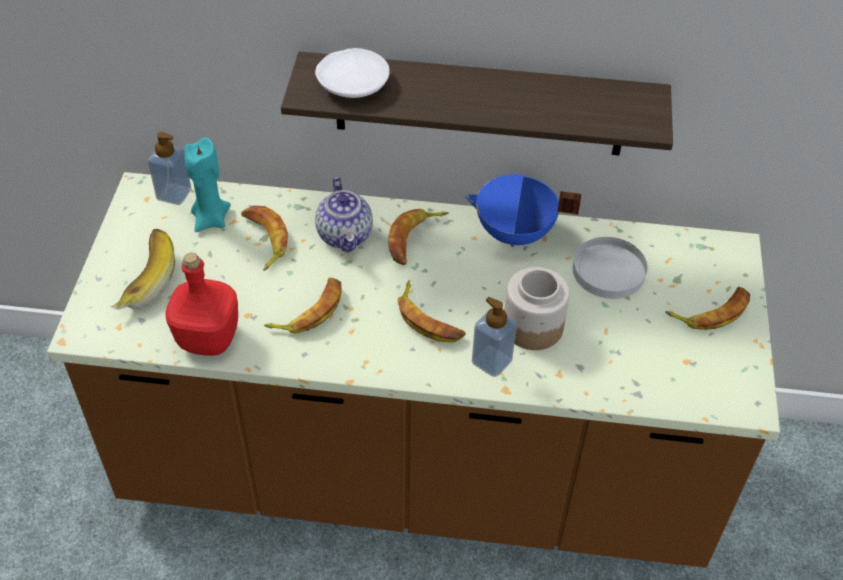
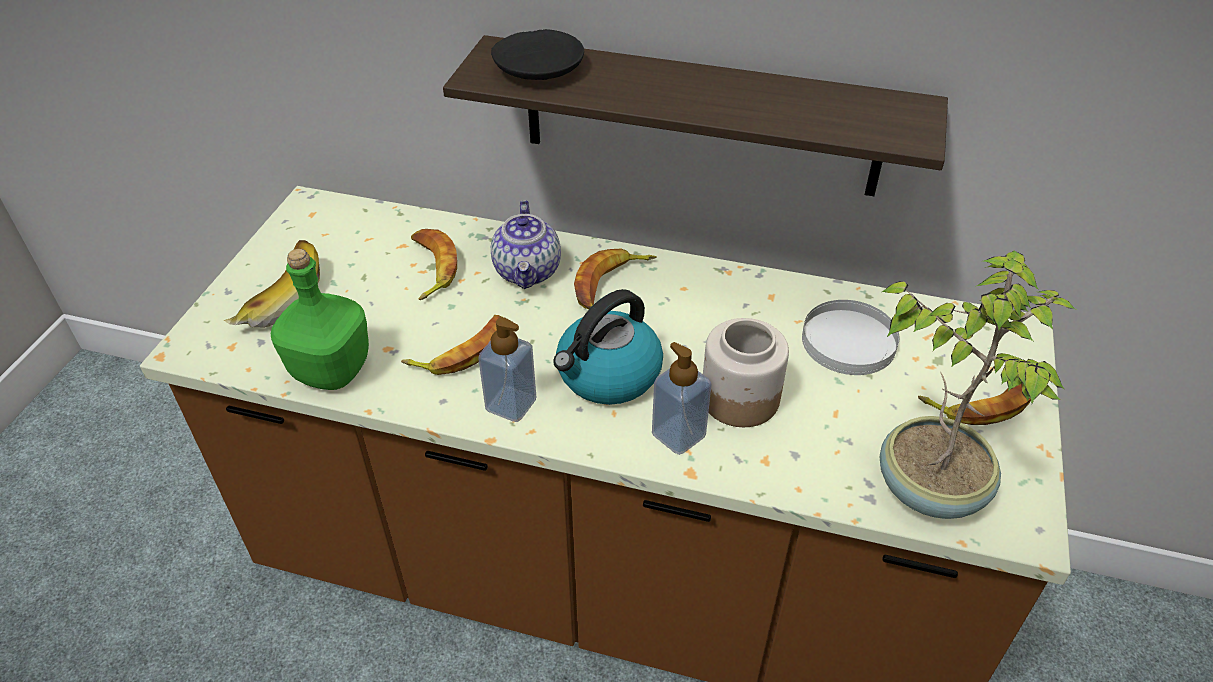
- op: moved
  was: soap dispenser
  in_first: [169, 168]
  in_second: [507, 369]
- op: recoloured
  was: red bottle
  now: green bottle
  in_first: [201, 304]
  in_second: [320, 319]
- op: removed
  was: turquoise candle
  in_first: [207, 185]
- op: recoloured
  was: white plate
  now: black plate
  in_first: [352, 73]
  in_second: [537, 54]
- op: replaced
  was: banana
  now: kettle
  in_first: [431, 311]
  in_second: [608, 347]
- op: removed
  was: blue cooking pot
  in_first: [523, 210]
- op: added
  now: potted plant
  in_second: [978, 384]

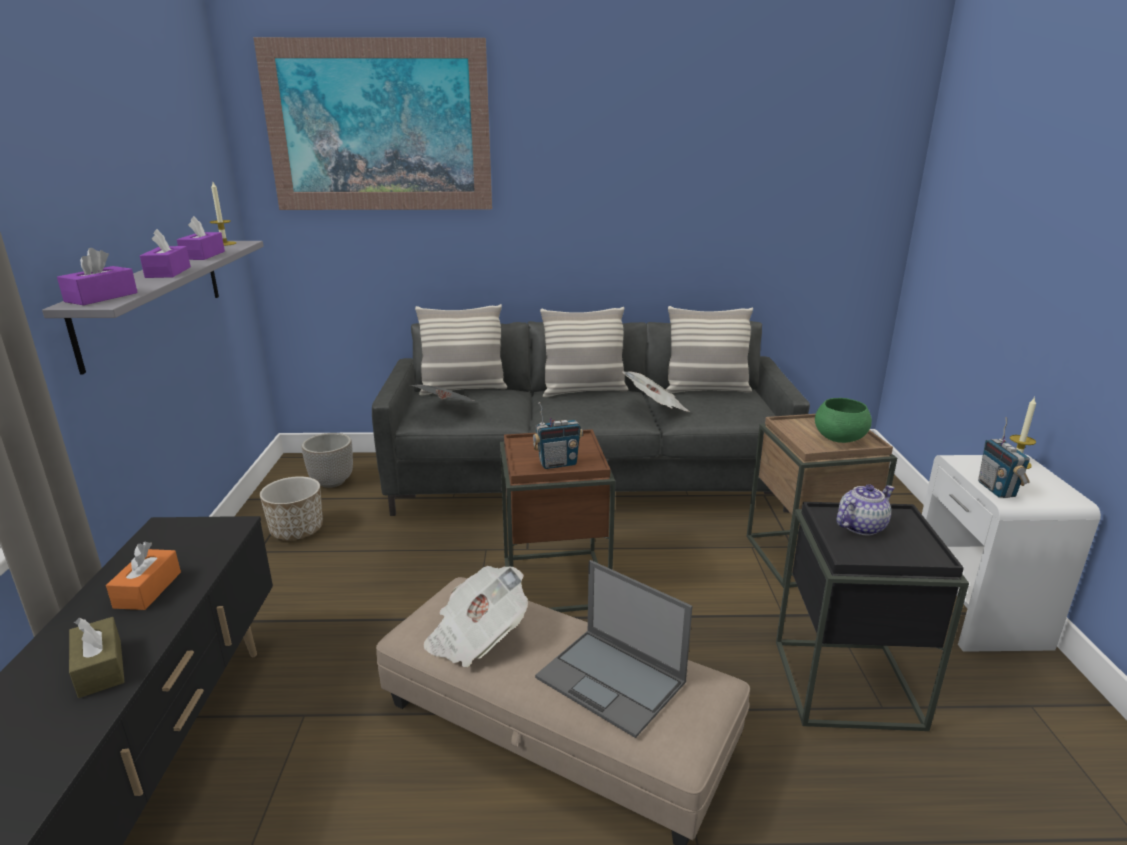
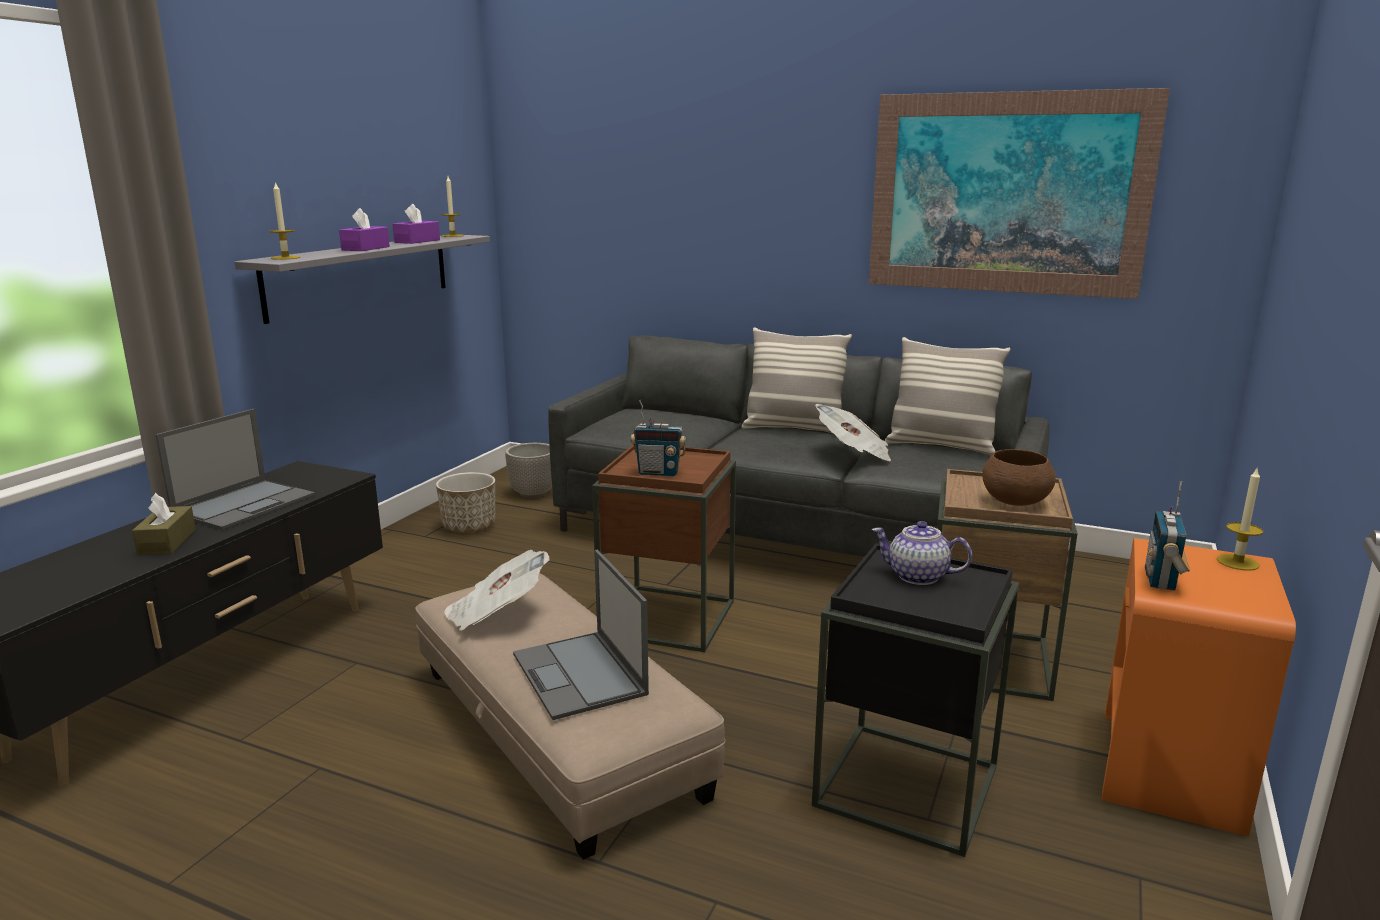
- op: replaced
  was: purple tissue box
  now: candle
  in_first: [97, 276]
  in_second: [284, 220]
- op: replaced
  was: orange tissue box
  now: laptop
  in_first: [143, 576]
  in_second: [235, 469]
- op: moved
  was: picture
  in_first: [372, 123]
  in_second: [1019, 193]
- op: removed
  was: newspaper
  in_first: [442, 393]
- op: removed
  was: pillow
  in_first: [461, 350]
- op: recoloured
  was: green bowl
  now: brown bowl
  in_first: [843, 420]
  in_second: [1019, 477]
- op: turned
  was: teapot
  in_first: [866, 510]
  in_second: [922, 553]
  clockwise: -150
- op: recoloured
  was: white nightstand
  now: orange nightstand
  in_first: [1011, 553]
  in_second: [1199, 687]

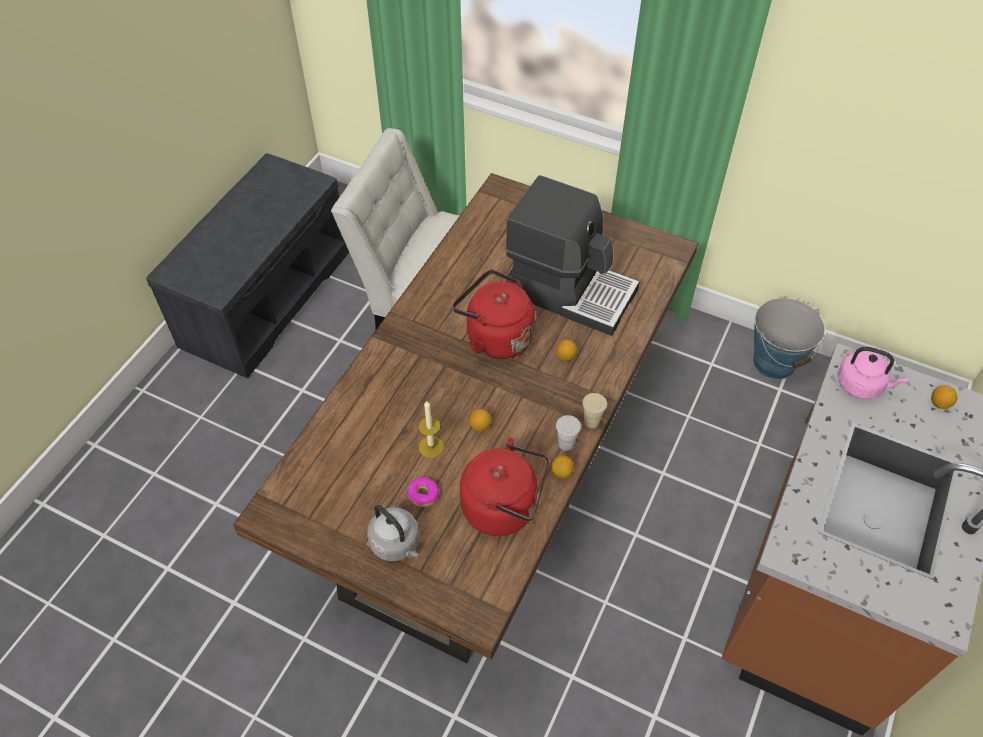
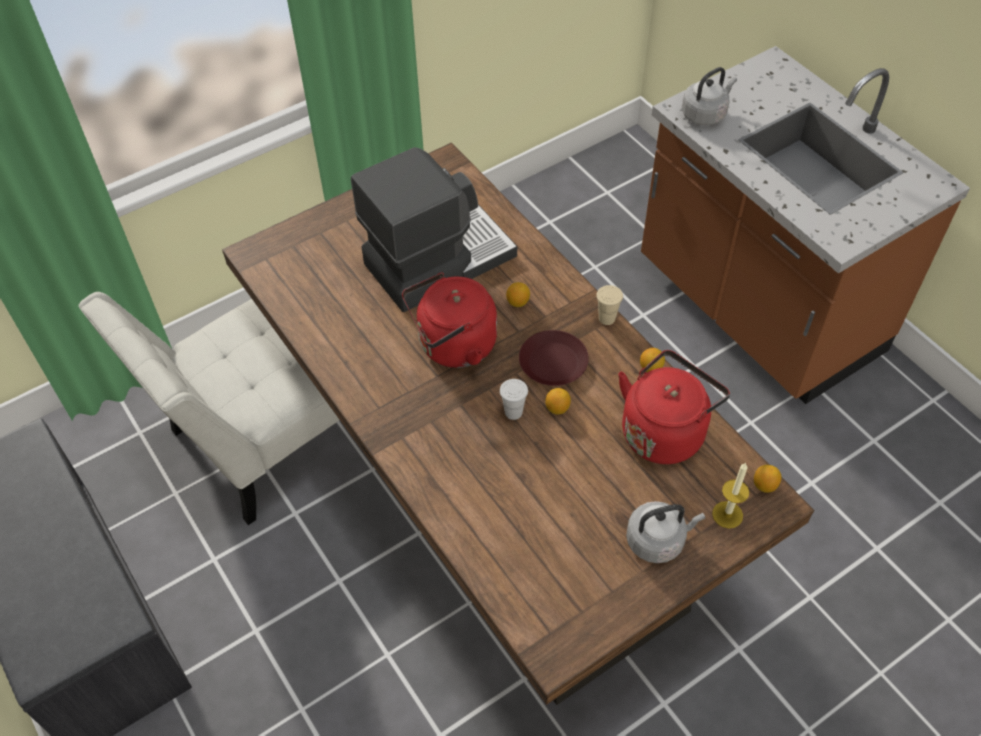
- op: removed
  was: donut
  in_first: [423, 492]
- op: moved
  was: candle
  in_first: [431, 429]
  in_second: [730, 495]
- op: moved
  was: white cup
  in_first: [568, 433]
  in_second: [514, 399]
- op: removed
  was: bucket
  in_first: [789, 339]
- op: recoloured
  was: pink kettle
  now: grey kettle
  in_first: [873, 373]
  in_second: [709, 96]
- op: moved
  was: lemon
  in_first: [944, 397]
  in_second: [767, 479]
- op: added
  now: brown plate
  in_second: [554, 358]

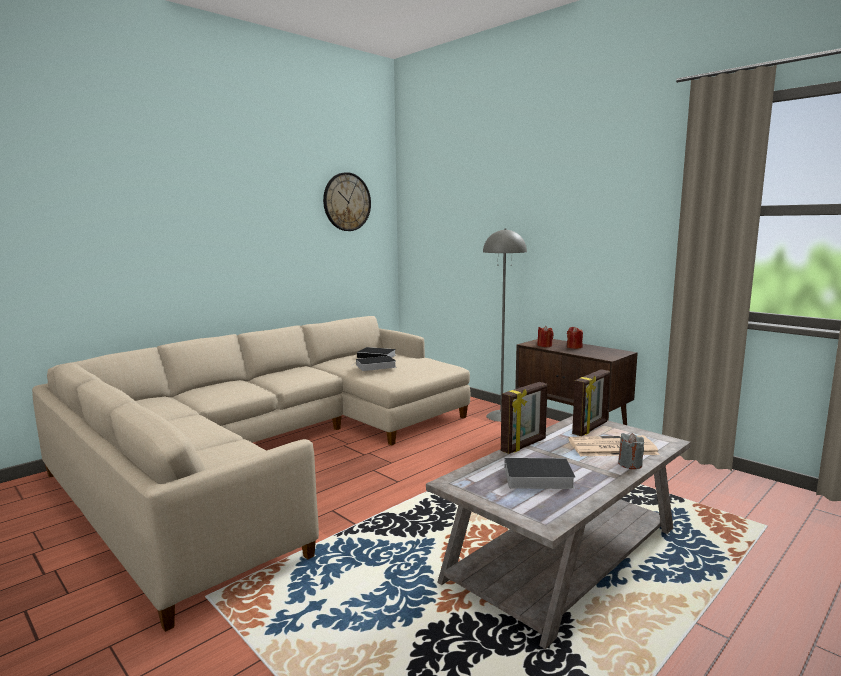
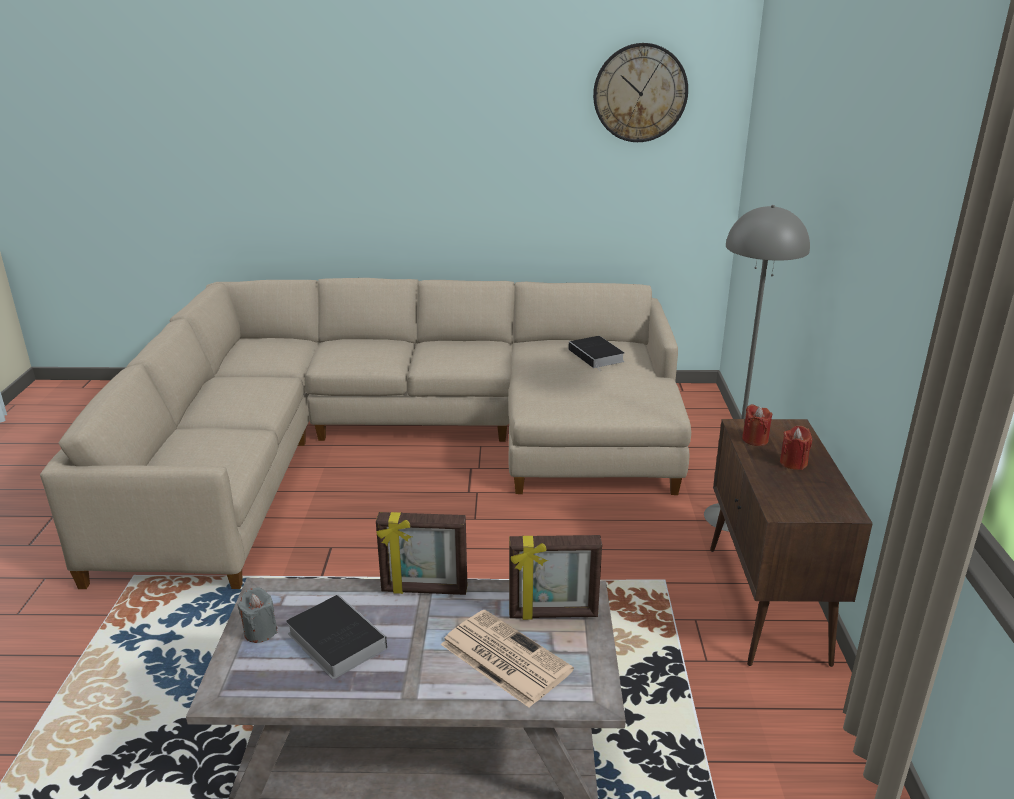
- op: removed
  was: book
  in_first: [376, 363]
- op: moved
  was: grey candle
  in_first: [631, 451]
  in_second: [258, 615]

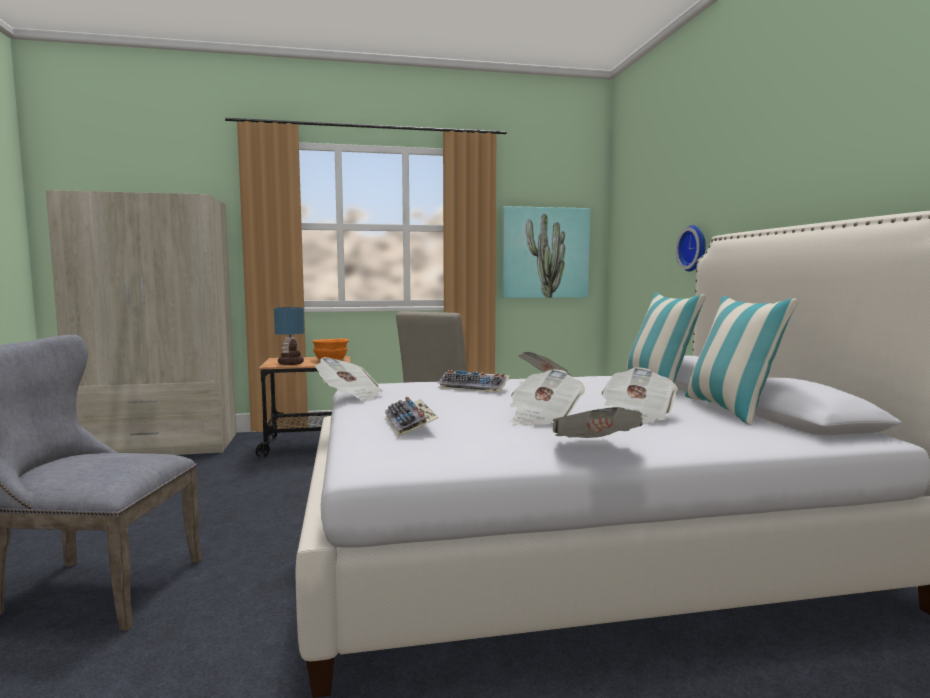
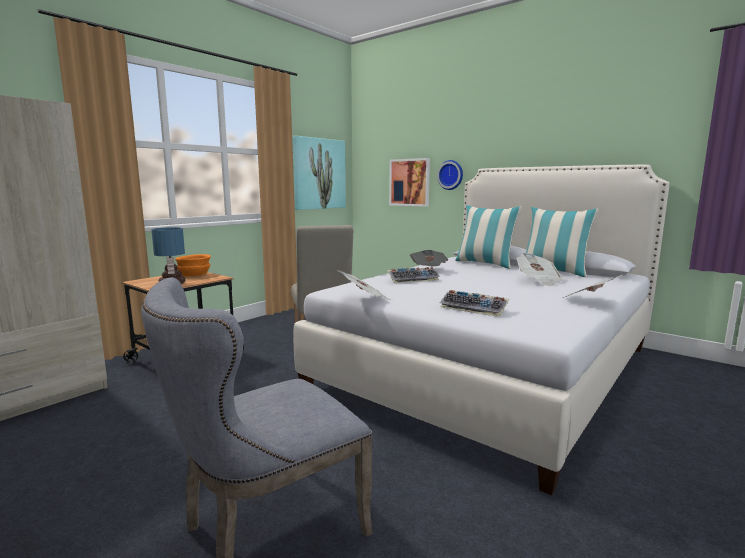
- op: removed
  was: newspaper
  in_first: [547, 397]
- op: added
  now: picture
  in_second: [409, 182]

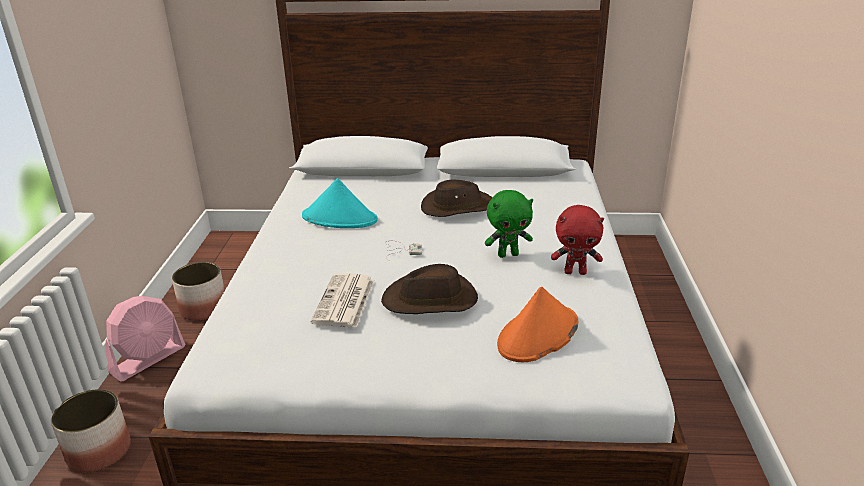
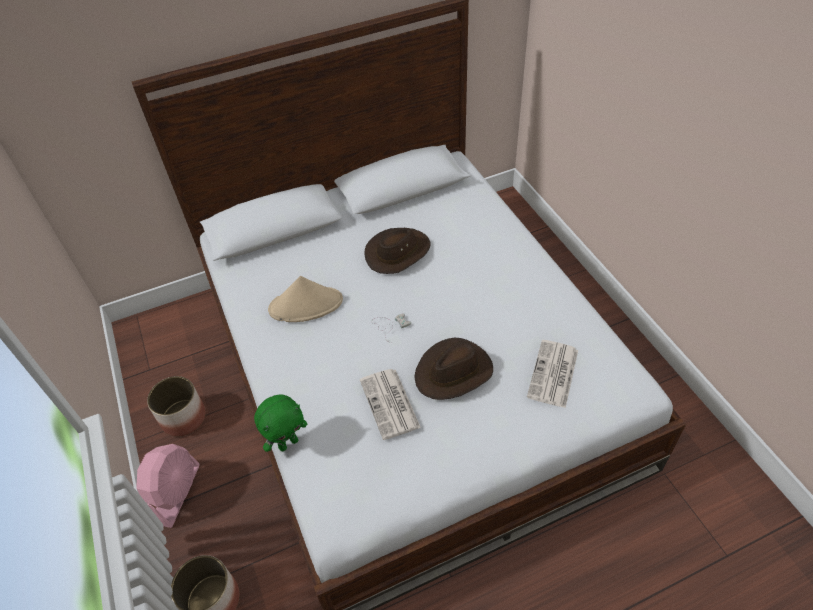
- op: recoloured
  was: turquoise hat
  now: beige hat
  in_first: [340, 203]
  in_second: [305, 299]
- op: moved
  was: green plush toy
  in_first: [509, 224]
  in_second: [280, 423]
- op: replaced
  was: orange hat
  now: newspaper
  in_first: [537, 324]
  in_second: [552, 374]
- op: removed
  was: red plush toy
  in_first: [577, 240]

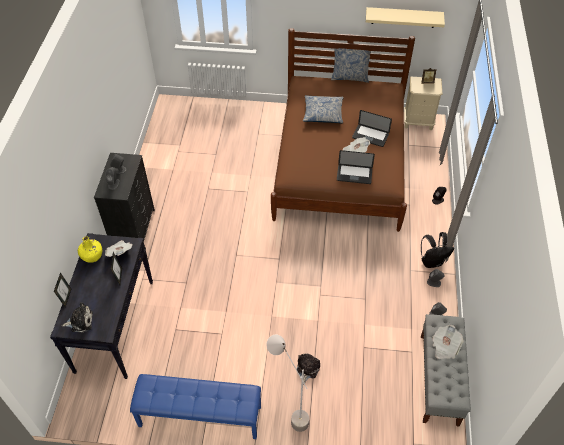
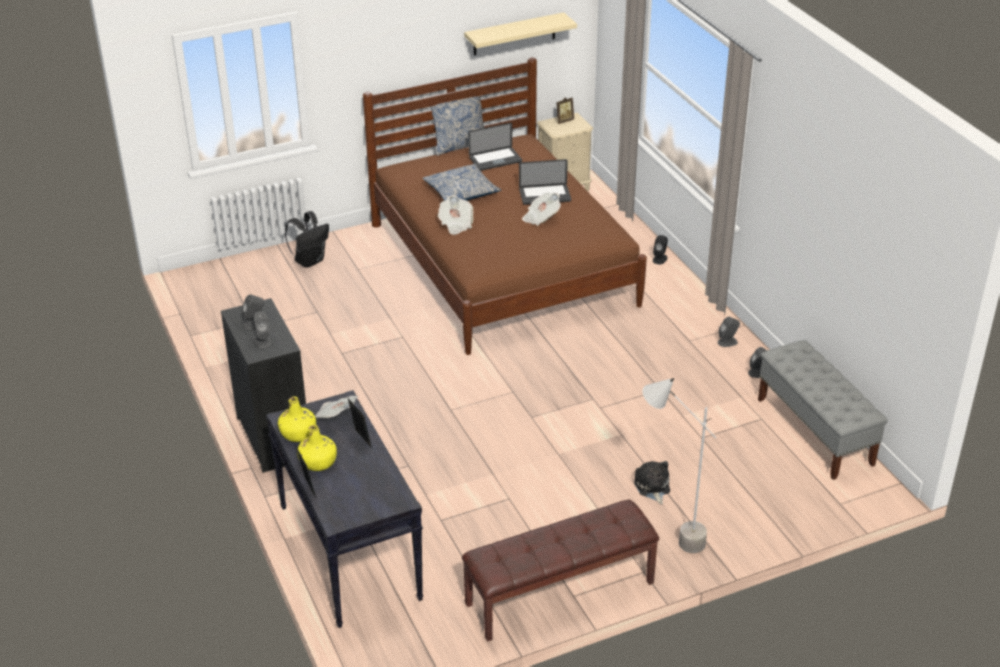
- op: removed
  was: plush toy
  in_first: [77, 317]
- op: recoloured
  was: blue bench
  now: brown bench
  in_first: [195, 406]
  in_second: [560, 571]
- op: moved
  was: laptop
  in_first: [356, 167]
  in_second: [495, 147]
- op: moved
  was: black backpack
  in_first: [437, 250]
  in_second: [307, 239]
- op: moved
  was: newspaper
  in_first: [447, 342]
  in_second: [455, 215]
- op: added
  now: yellow bottle
  in_second: [317, 448]

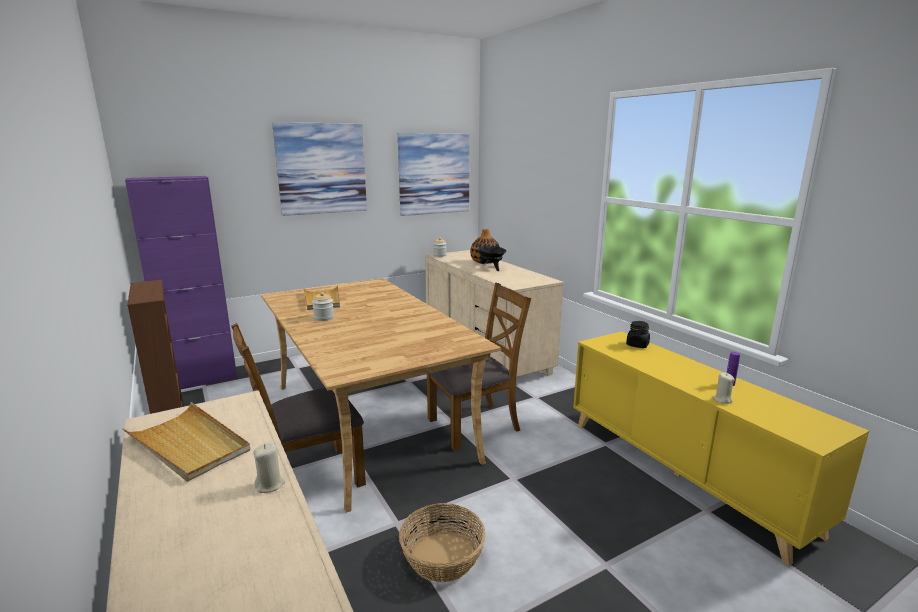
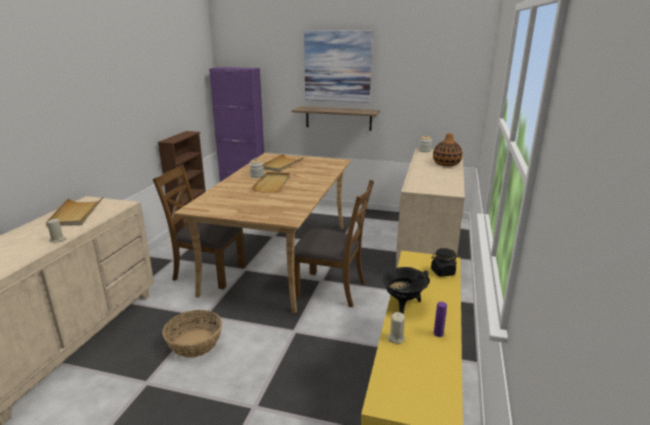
- op: removed
  was: picture
  in_first: [434, 174]
- op: moved
  was: black cooking pot
  in_first: [491, 257]
  in_second: [406, 290]
- op: added
  now: beige tray
  in_second: [271, 182]
- op: added
  now: shelf
  in_second: [335, 118]

